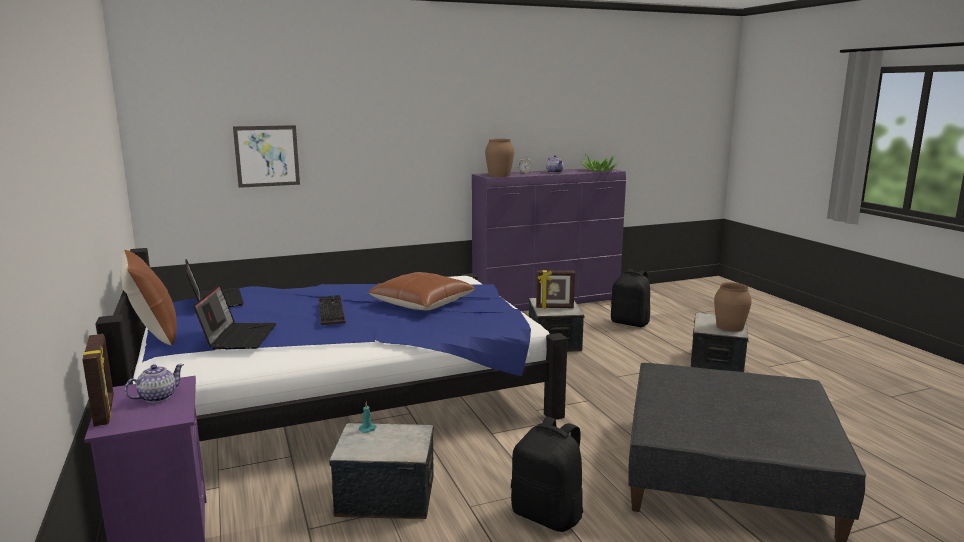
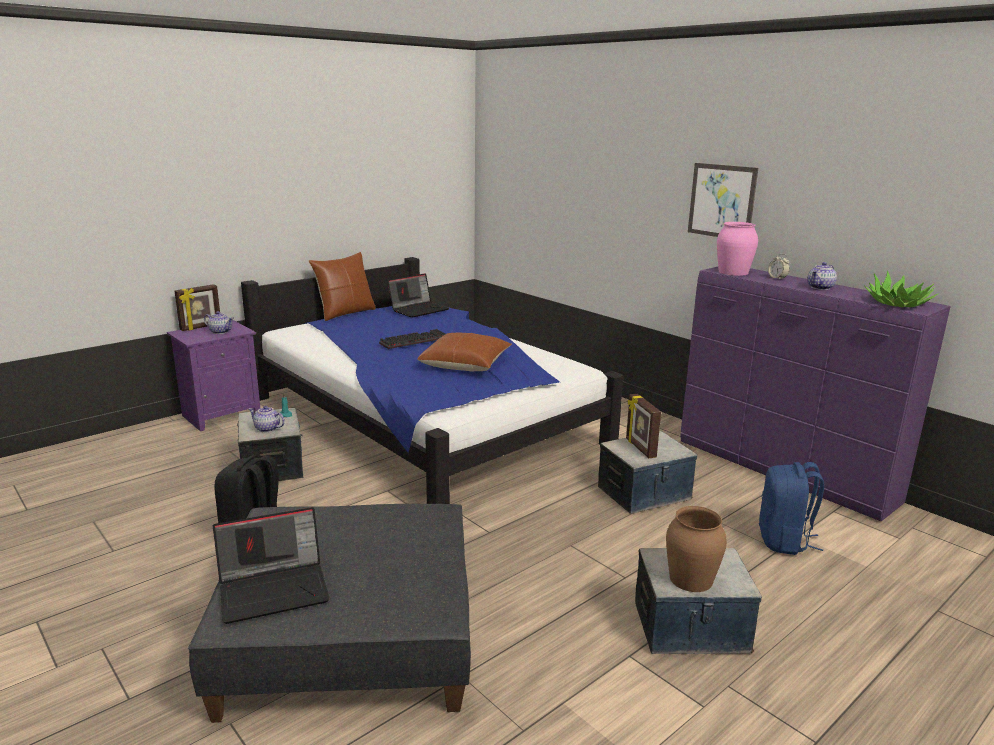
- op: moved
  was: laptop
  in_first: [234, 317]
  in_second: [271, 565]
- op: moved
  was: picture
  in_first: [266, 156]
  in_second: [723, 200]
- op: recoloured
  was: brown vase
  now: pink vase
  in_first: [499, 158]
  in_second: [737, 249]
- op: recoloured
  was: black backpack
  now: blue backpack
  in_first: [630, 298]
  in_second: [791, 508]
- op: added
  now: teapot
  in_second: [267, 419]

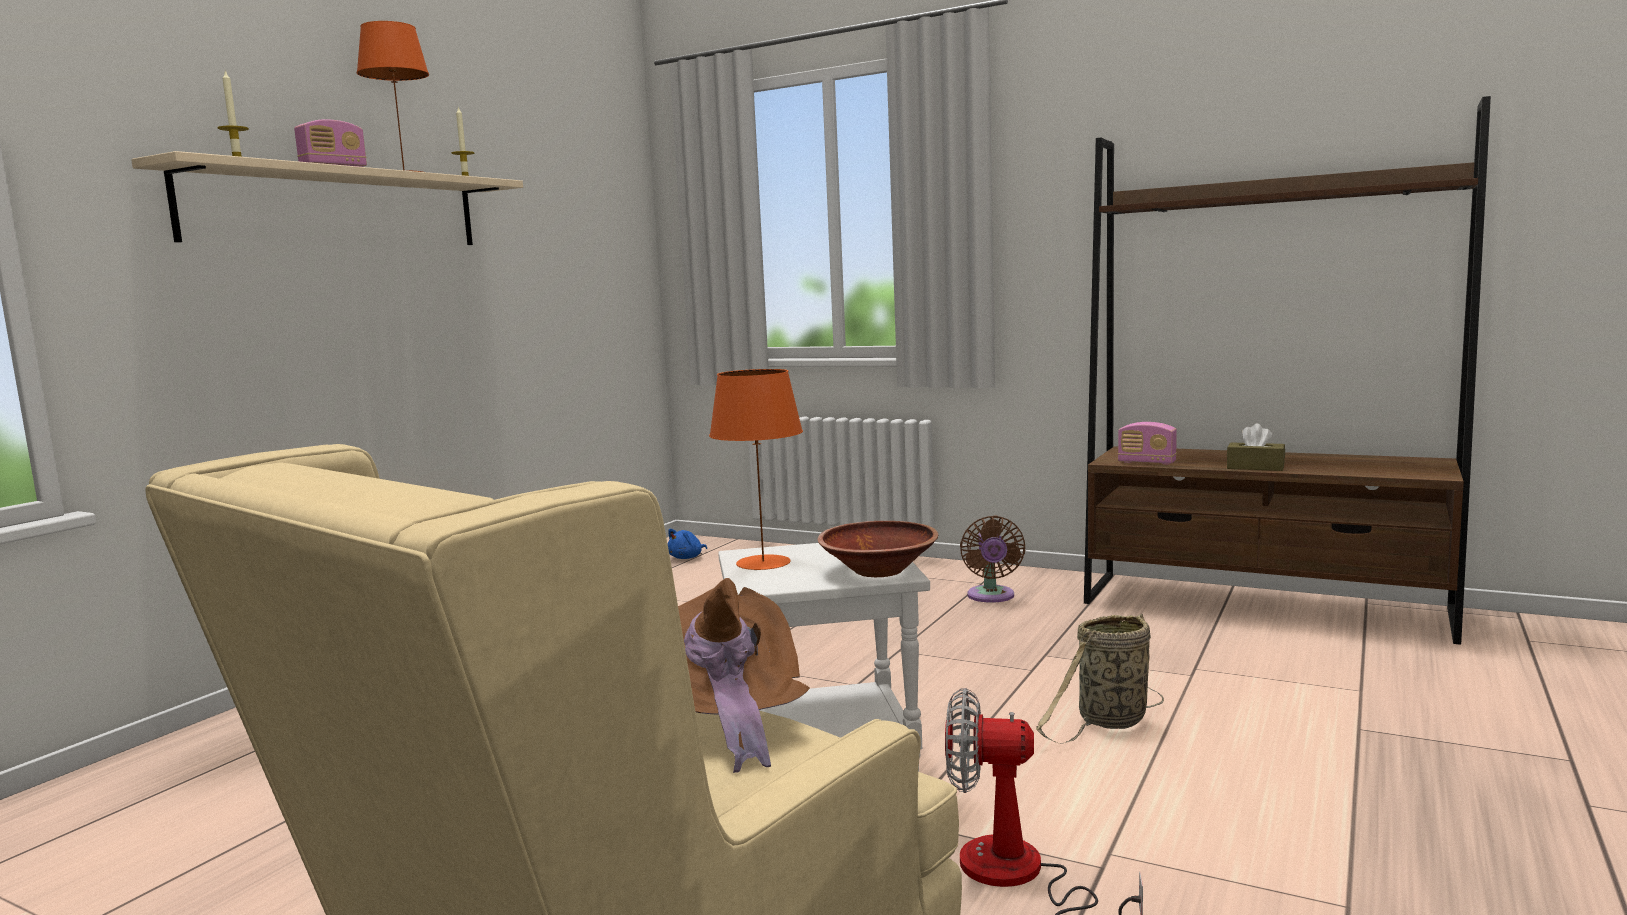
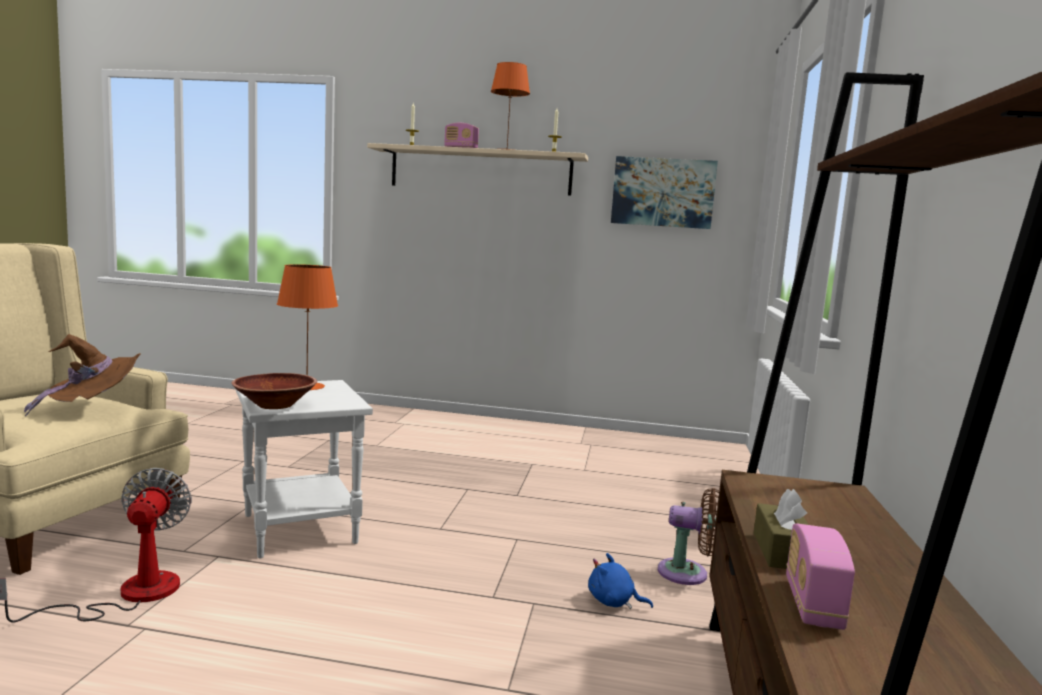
- op: moved
  was: blue plush toy
  in_first: [687, 544]
  in_second: [620, 581]
- op: turned
  was: brown fan
  in_first: [993, 559]
  in_second: [688, 536]
  clockwise: -150
- op: removed
  was: basket
  in_first: [1100, 679]
- op: moved
  was: radio
  in_first: [1147, 443]
  in_second: [820, 576]
- op: added
  now: picture
  in_second: [664, 192]

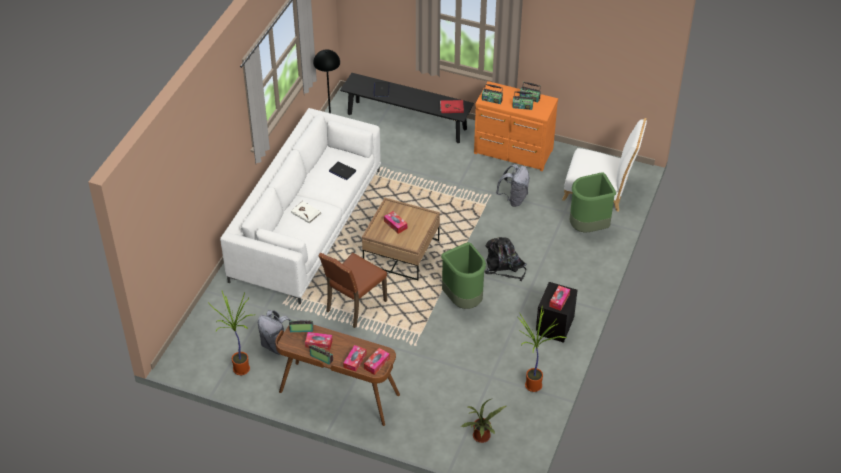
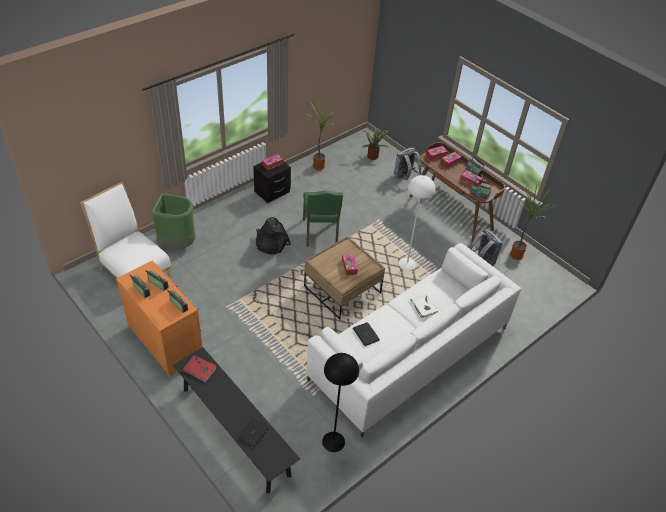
- op: replaced
  was: brown chair
  now: white floor lamp
  in_first: [352, 290]
  in_second: [417, 222]
- op: replaced
  was: green trash can
  now: green chair
  in_first: [463, 275]
  in_second: [323, 218]
- op: moved
  was: grey backpack
  in_first: [513, 185]
  in_second: [408, 163]

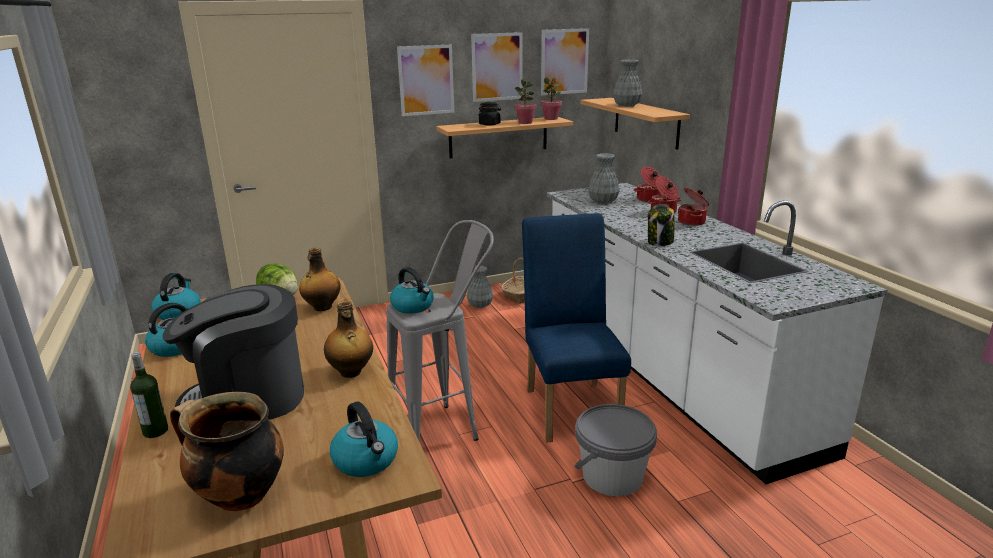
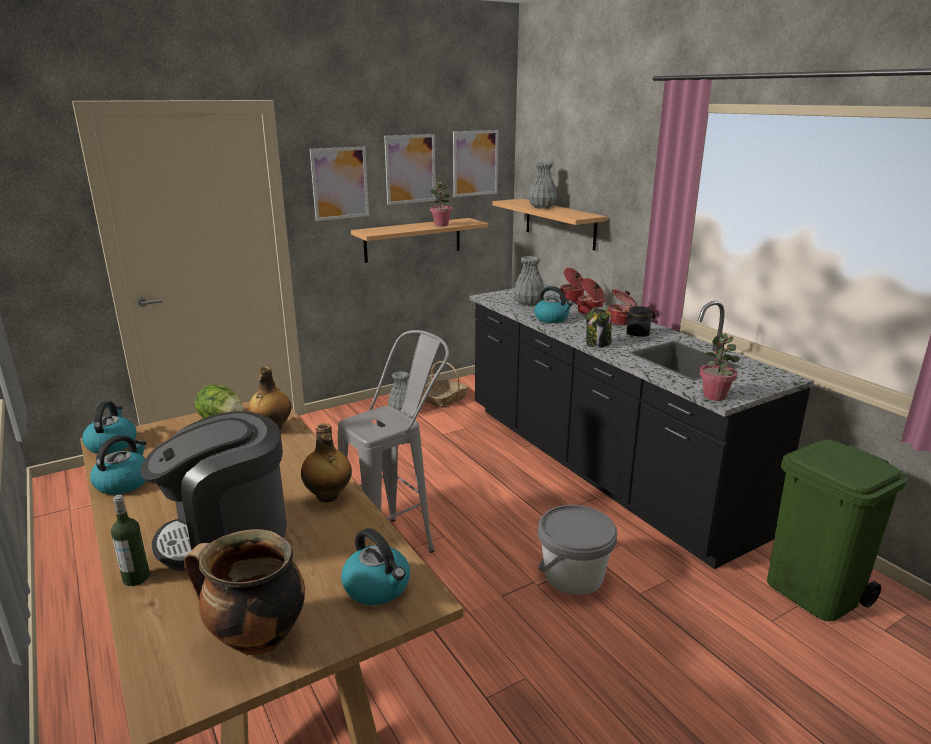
- op: moved
  was: kettle
  in_first: [412, 290]
  in_second: [553, 304]
- op: moved
  was: black jar
  in_first: [489, 114]
  in_second: [639, 321]
- op: removed
  was: blue chair
  in_first: [576, 328]
- op: moved
  was: potted plant
  in_first: [551, 98]
  in_second: [719, 367]
- op: recoloured
  was: white counter
  now: black counter
  in_first: [717, 333]
  in_second: [642, 426]
- op: added
  now: green trash can
  in_second: [837, 530]

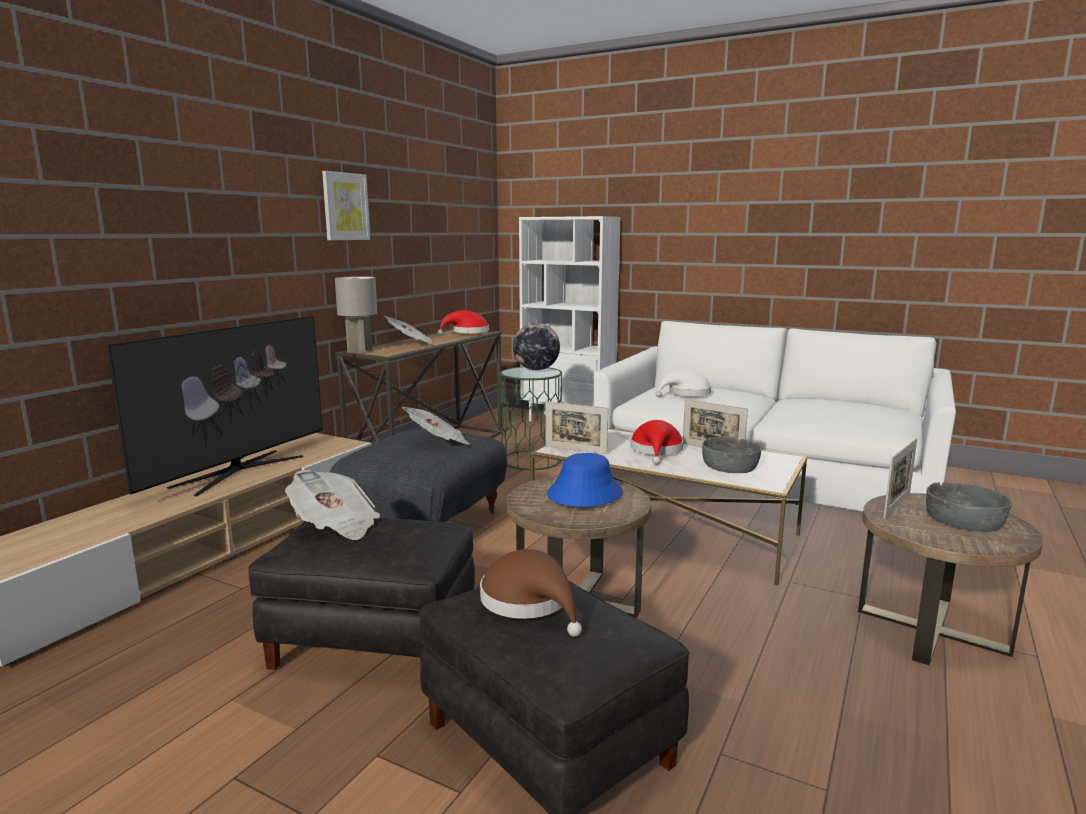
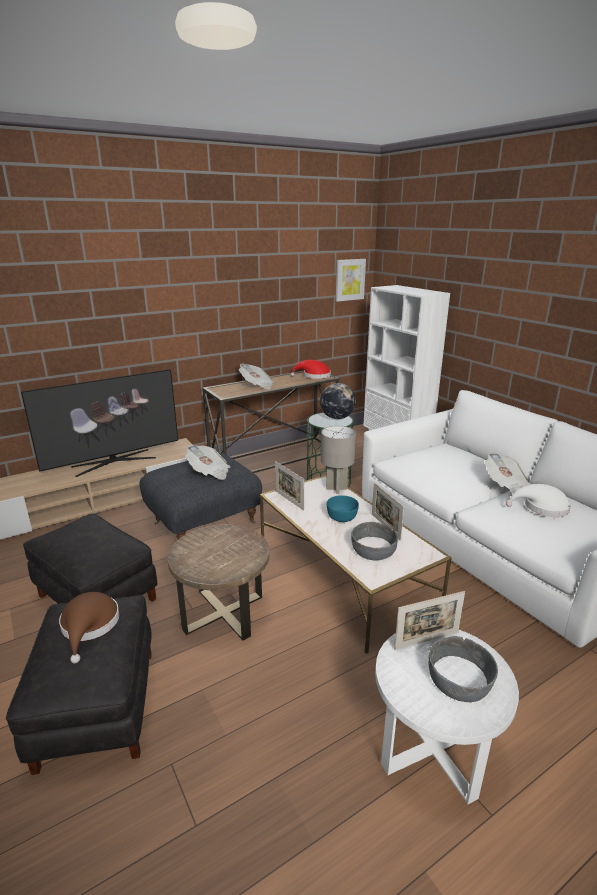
- op: moved
  was: newspaper
  in_first: [332, 505]
  in_second: [508, 472]
- op: moved
  was: picture
  in_first: [346, 205]
  in_second: [351, 280]
- op: moved
  was: grey table lamp
  in_first: [356, 314]
  in_second: [338, 460]
- op: removed
  was: blue hat
  in_first: [585, 480]
- op: replaced
  was: red hat
  now: turquoise bowl
  in_first: [656, 442]
  in_second: [343, 508]
- op: moved
  was: white hat
  in_first: [683, 383]
  in_second: [538, 500]
- op: recoloured
  was: brown side table
  now: white side table
  in_first: [950, 579]
  in_second: [447, 717]

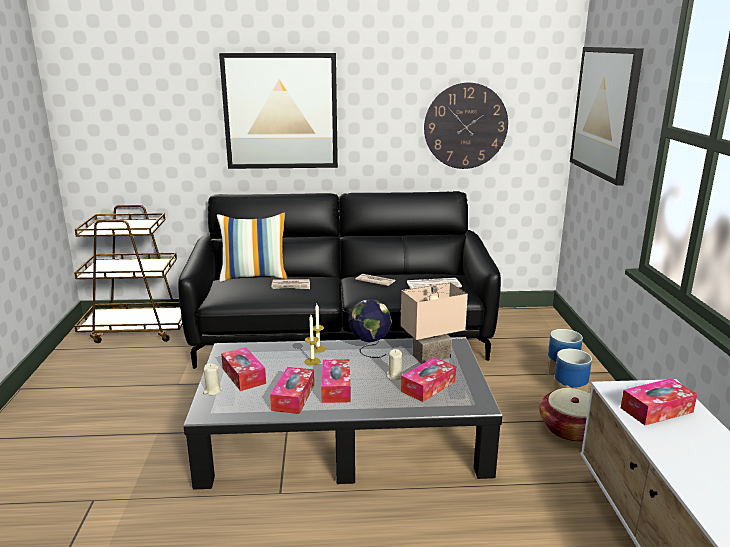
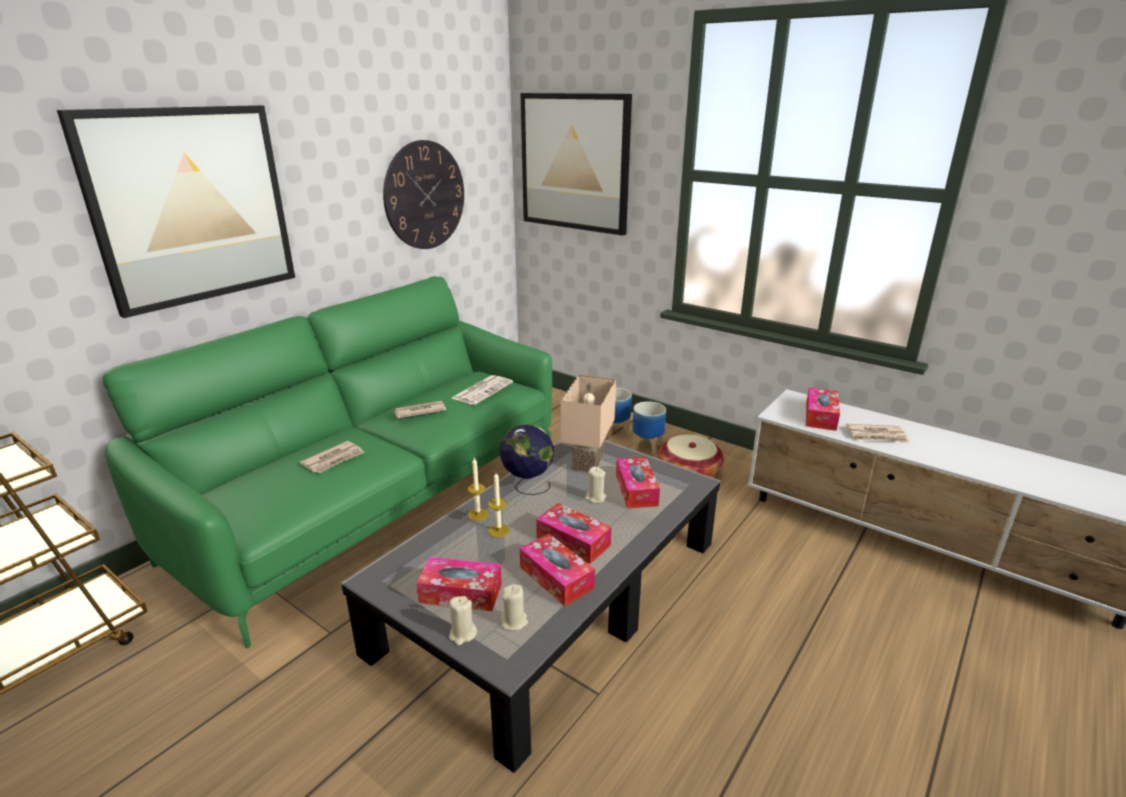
- op: recoloured
  was: black sofa
  now: green sofa
  in_first: [339, 280]
  in_second: [327, 462]
- op: removed
  was: pillow
  in_first: [252, 247]
- op: added
  now: beige candle
  in_second: [514, 607]
- op: added
  now: newspaper
  in_second: [877, 433]

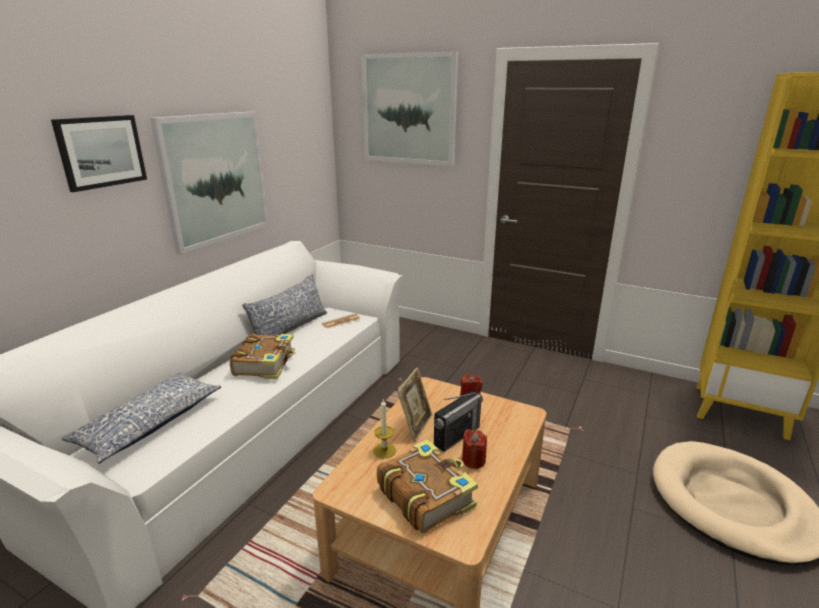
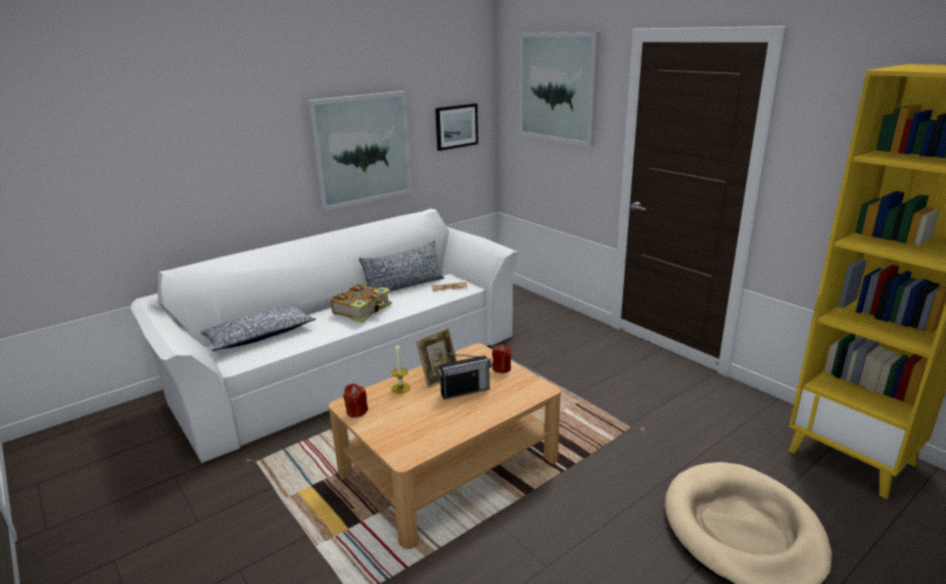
- op: moved
  was: picture
  in_first: [99, 153]
  in_second: [456, 127]
- op: removed
  was: book
  in_first: [427, 486]
- op: moved
  was: red candle
  in_first: [474, 449]
  in_second: [355, 400]

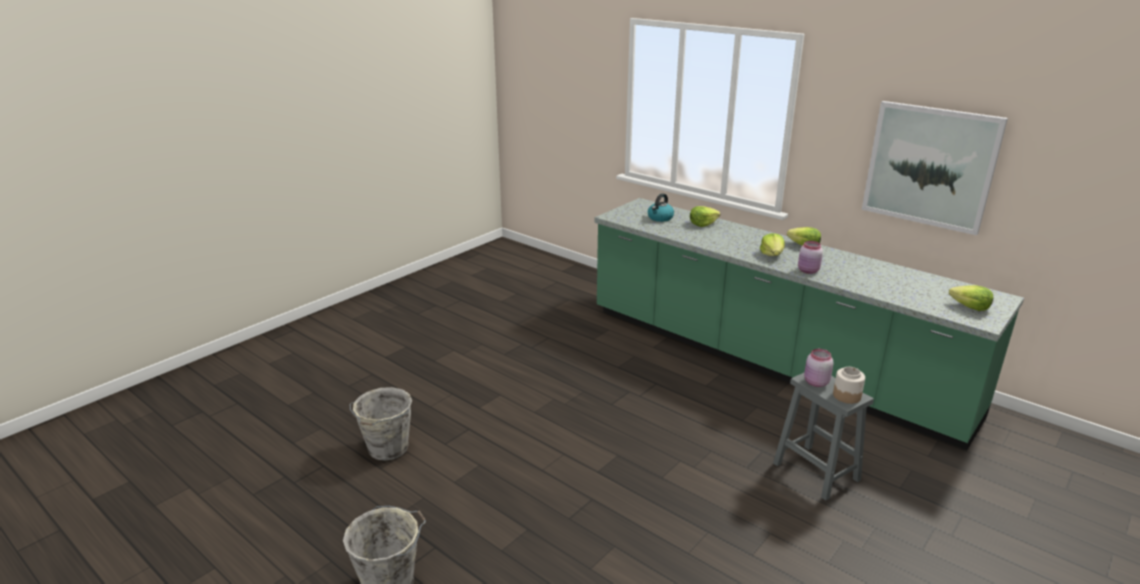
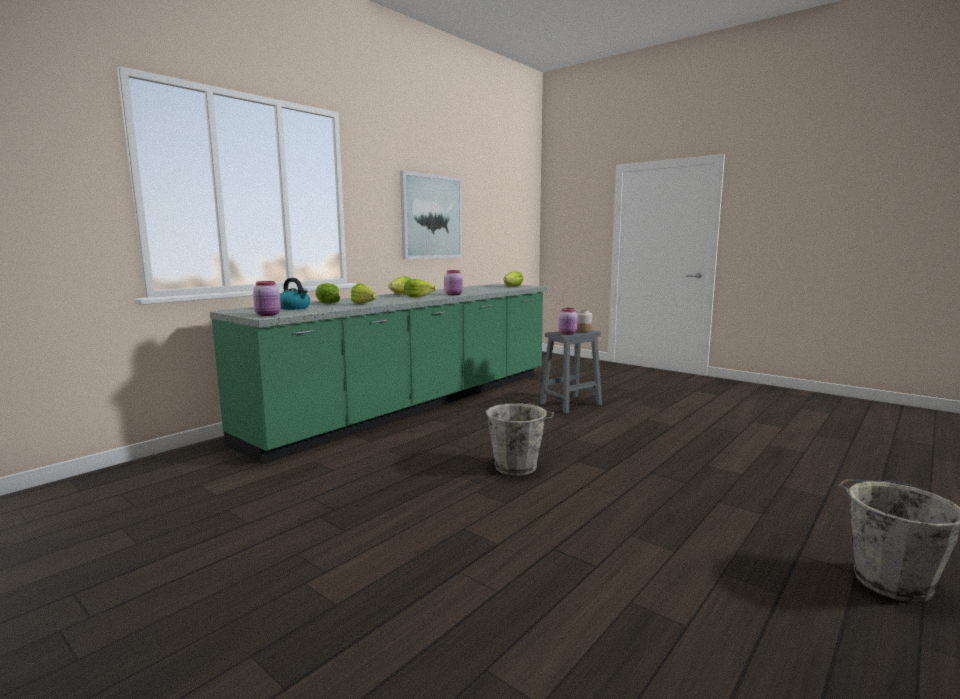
- op: moved
  was: grey bucket
  in_first: [381, 424]
  in_second: [520, 439]
- op: added
  now: pink jar
  in_second: [267, 298]
- op: added
  now: lettuce
  in_second: [363, 293]

